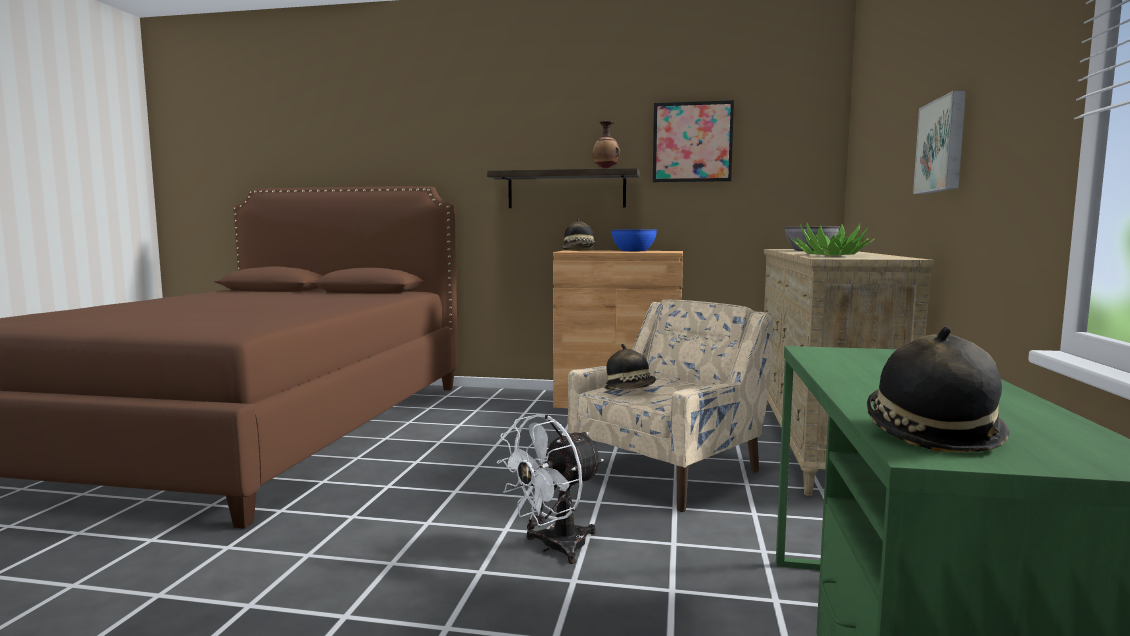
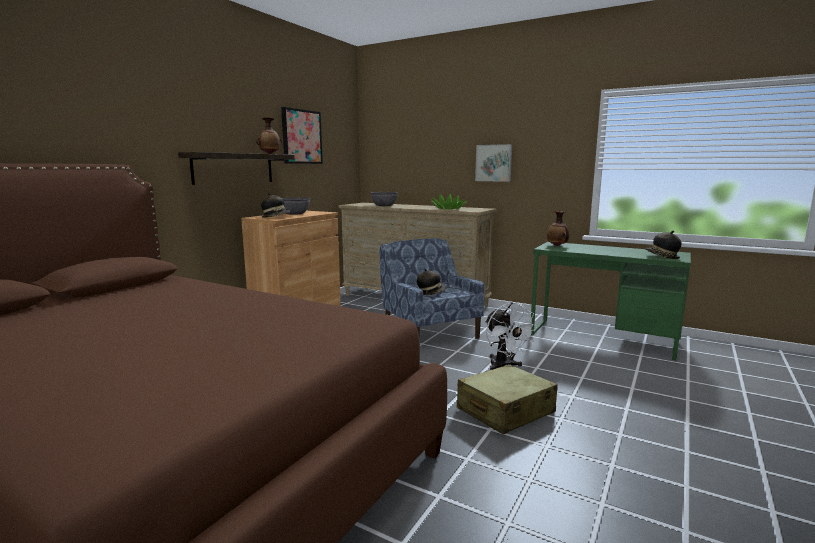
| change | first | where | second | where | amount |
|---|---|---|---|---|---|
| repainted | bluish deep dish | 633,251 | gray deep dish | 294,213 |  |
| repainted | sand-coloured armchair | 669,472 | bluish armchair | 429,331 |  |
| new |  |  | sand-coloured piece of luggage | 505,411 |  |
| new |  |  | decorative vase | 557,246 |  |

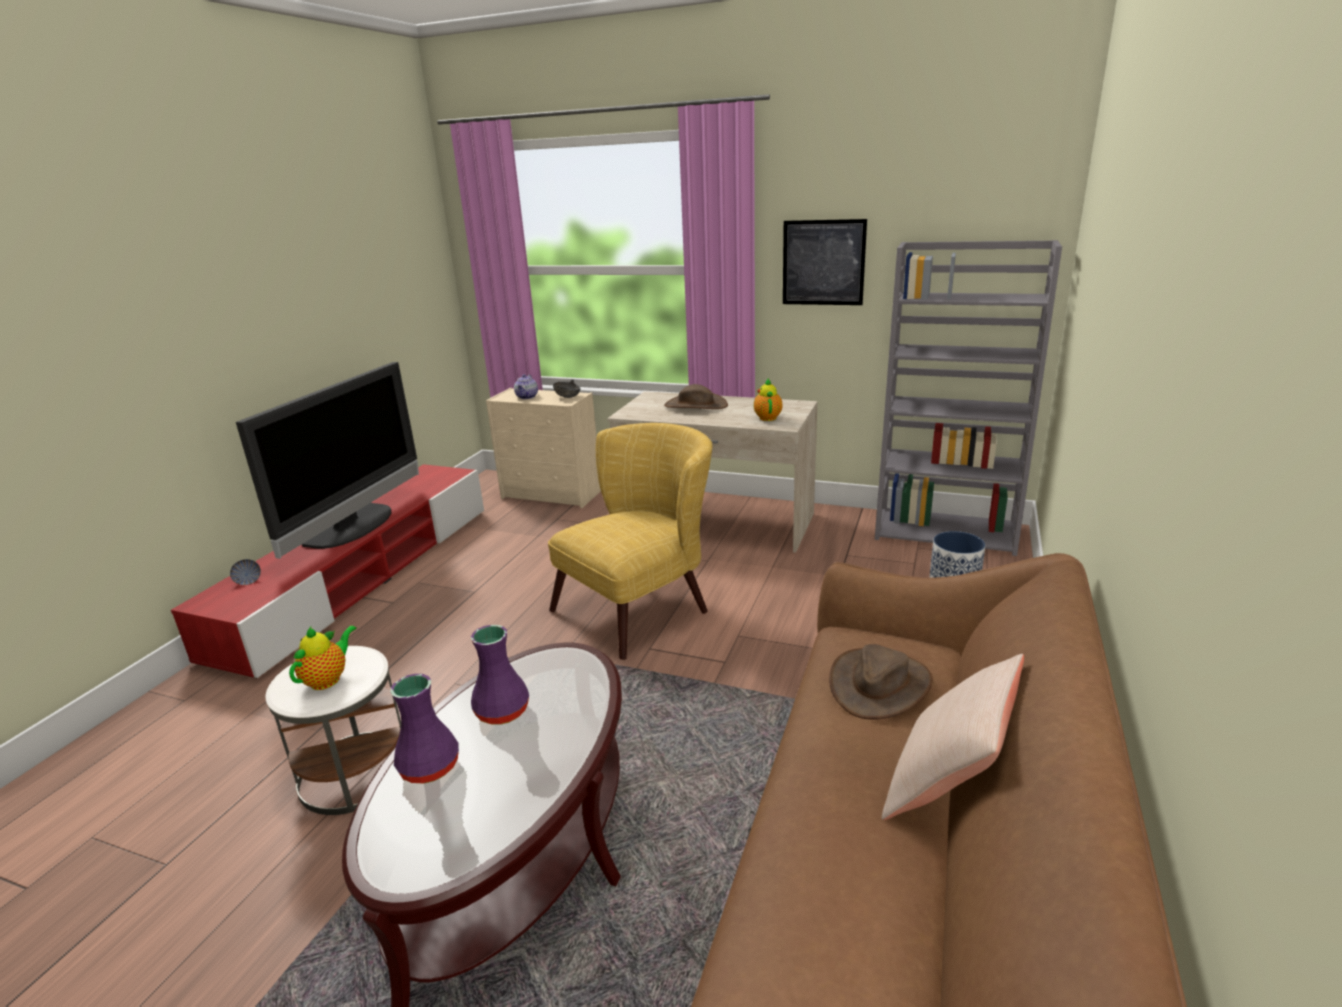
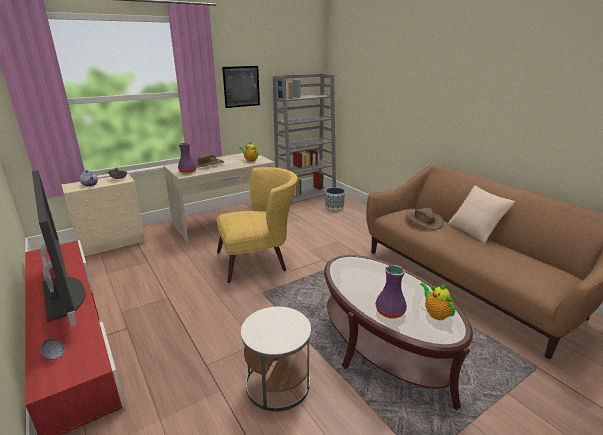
| change | first | where | second | where | amount |
|---|---|---|---|---|---|
| shifted | purplish decorative vase | 502,713 |  | 188,172 |  |
| rotated | yellow-coloured armchair | 643,606 |  | 259,260 | 75 degrees clockwise |
| shifted | tea pot | 328,679 |  | 436,313 |  |

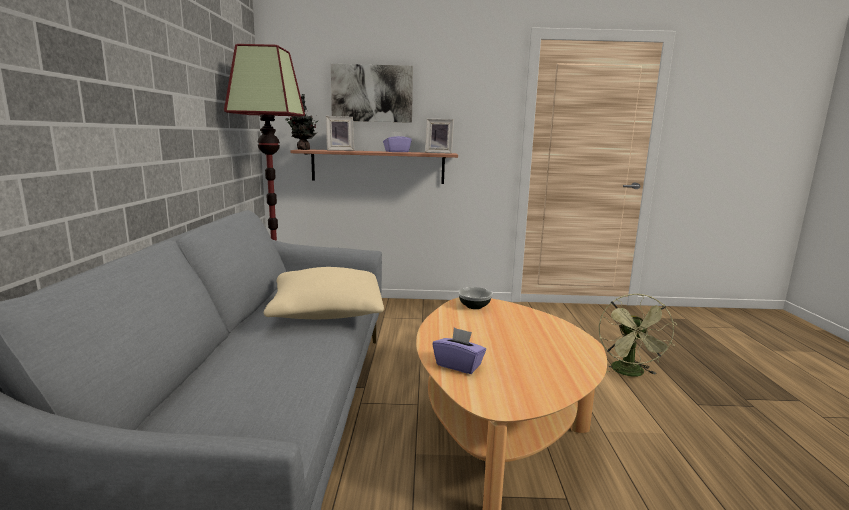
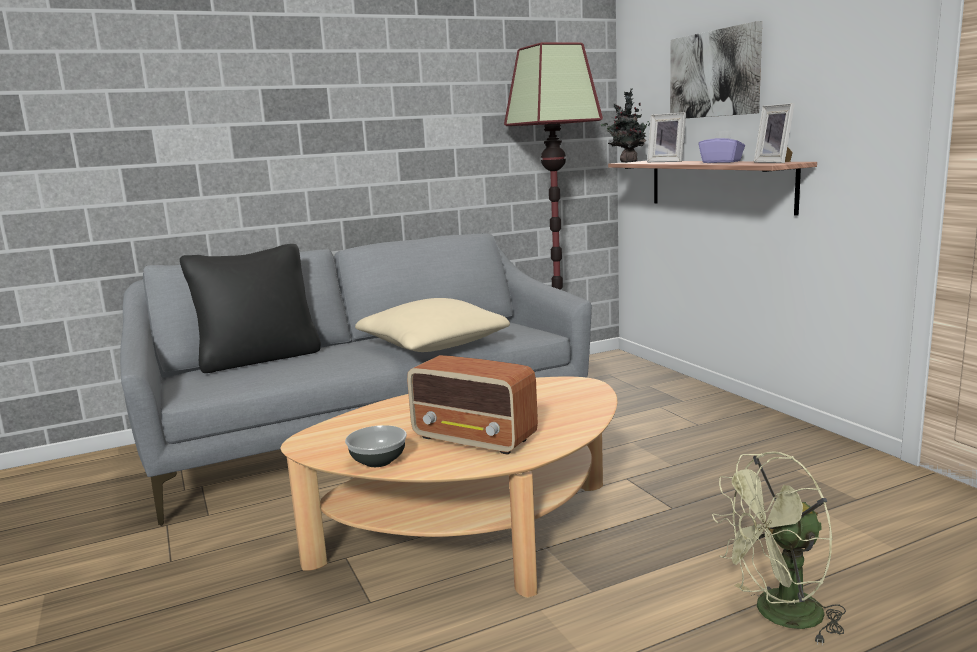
| change | first | where | second | where | amount |
|---|---|---|---|---|---|
| new |  |  | black-coloured throw pillow | 259,359 |  |
| shifted | deep dish | 474,306 |  | 378,461 |  |
| new |  |  | radio | 475,439 |  |
| gone | purplish tissue box | 458,365 |  |  |  |

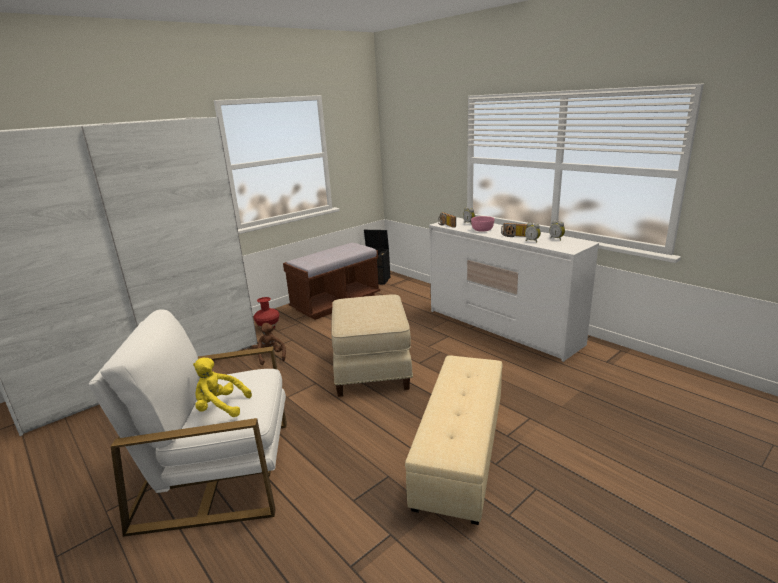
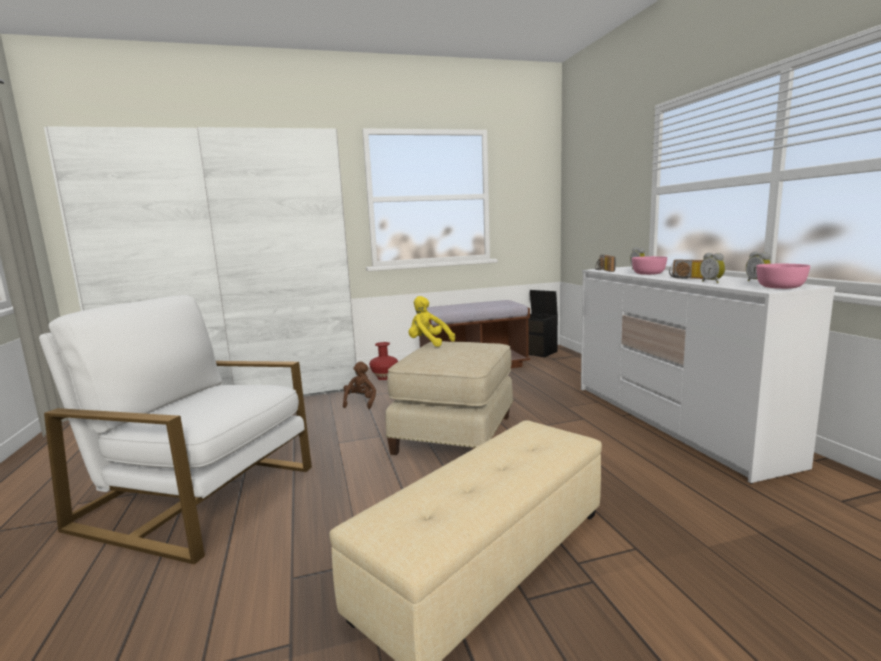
| change | first | where | second | where | amount |
|---|---|---|---|---|---|
| shifted | yellow-coloured soft toy | 220,407 |  | 428,343 |  |
| new |  |  | pinkish deep dish | 780,287 |  |

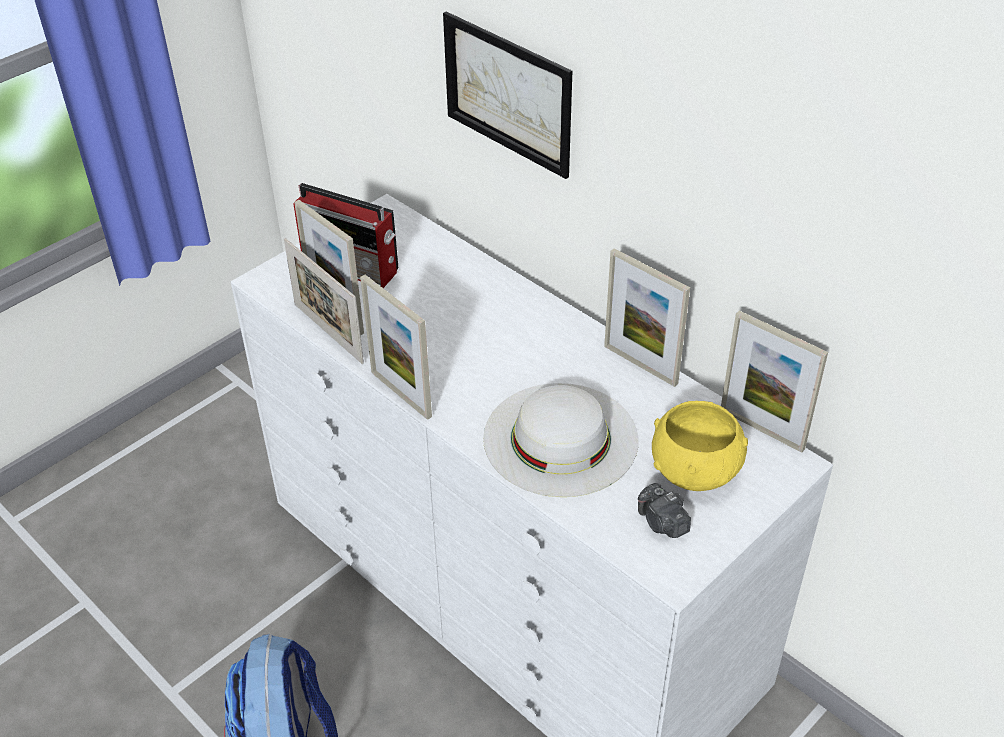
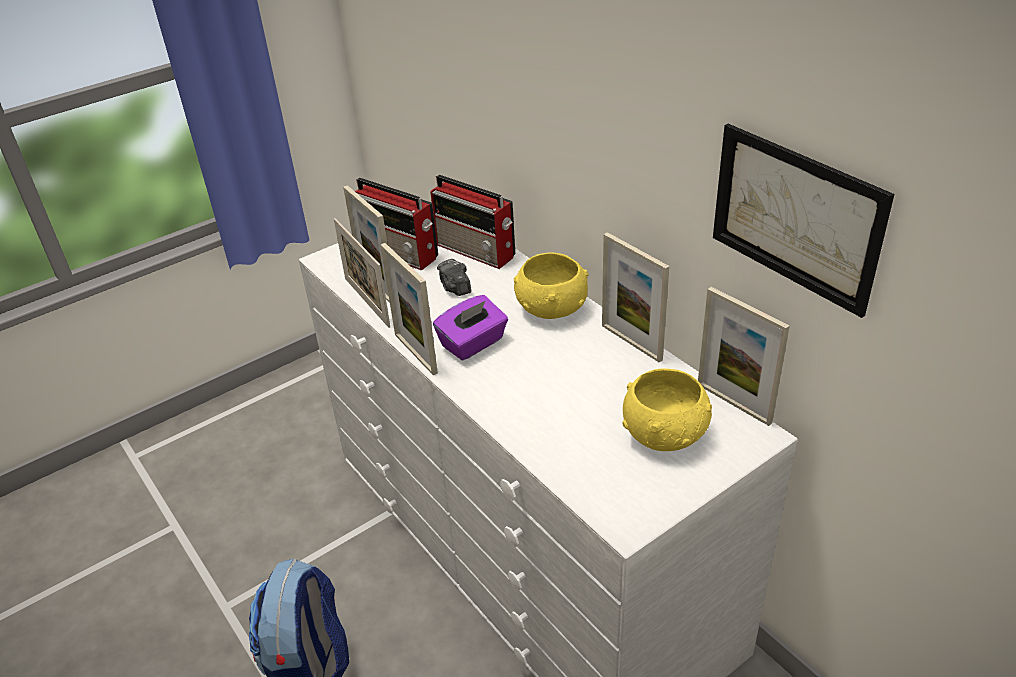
| change | first | where | second | where | amount |
|---|---|---|---|---|---|
| new |  |  | radio | 477,251 |  |
| new |  |  | purplish tissue box | 473,343 |  |
| shifted | still camera | 662,523 |  | 455,287 |  |
| new |  |  | yellow-coloured deep dish | 551,307 |  |
| shifted | wall picture | 507,93 |  | 795,217 |  |
| gone | whitish wearable hat | 560,438 |  |  |  |

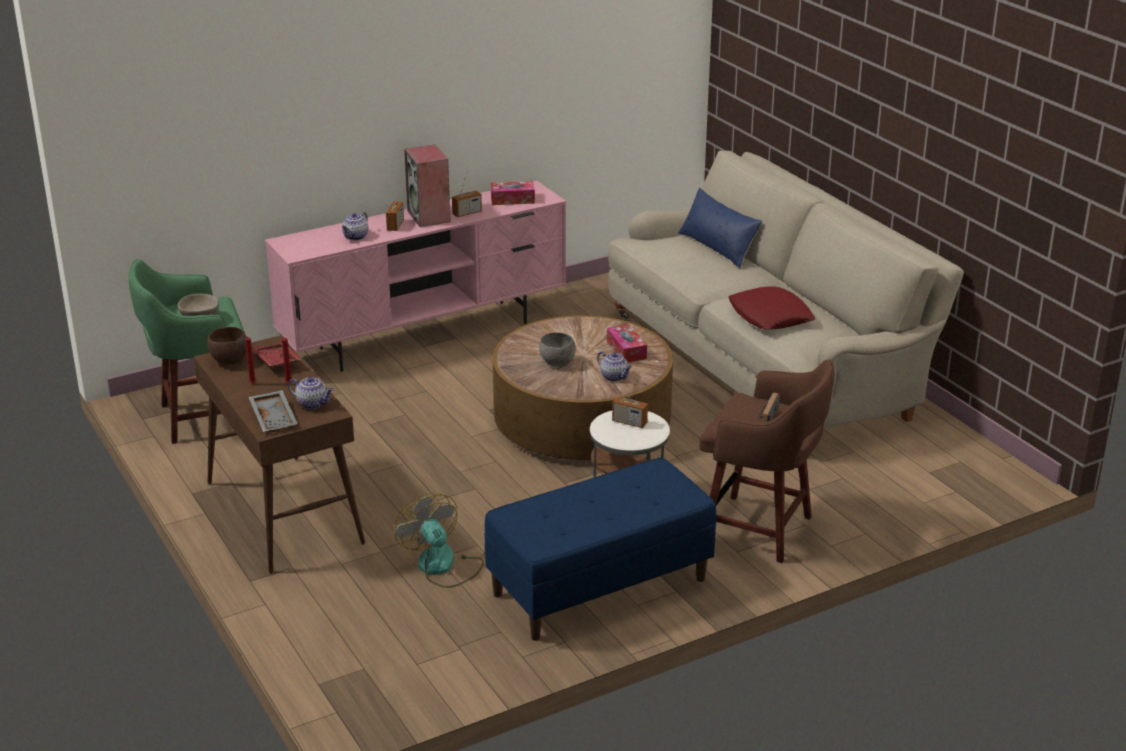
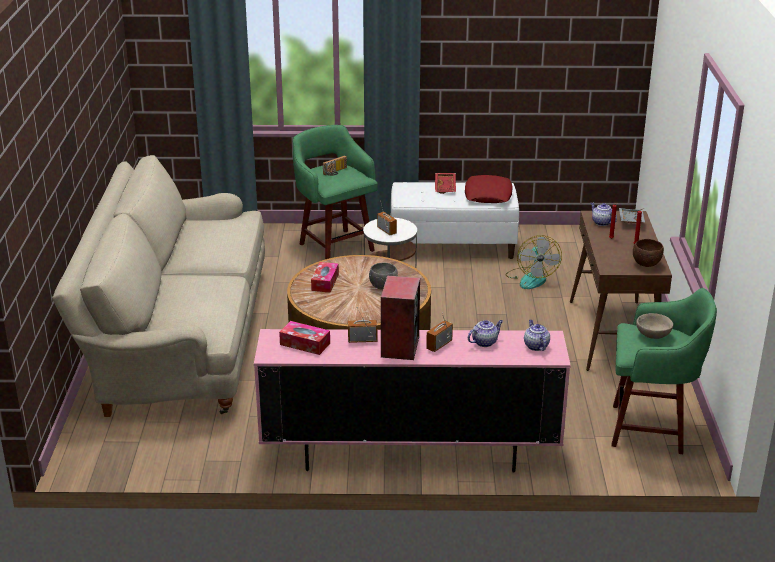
| change | first | where | second | where | amount |
|---|---|---|---|---|---|
| repainted | brown-coloured stool | 761,530 | greenish stool | 335,246 |  |
| repainted | bluish long seat | 599,587 | whitish long seat | 453,246 |  |
| shifted | reddish serving tray | 276,361 |  | 446,187 |  |
| shifted | reddish throw pillow | 770,316 |  | 488,195 |  |
| shifted | tea pot | 614,377 |  | 535,346 |  |
| gone | bluish throw pillow | 718,247 |  |  |  |

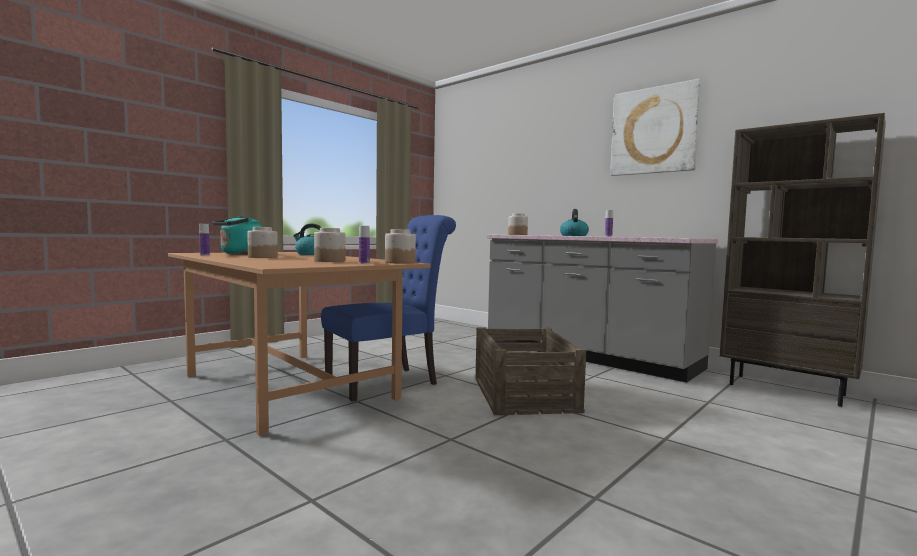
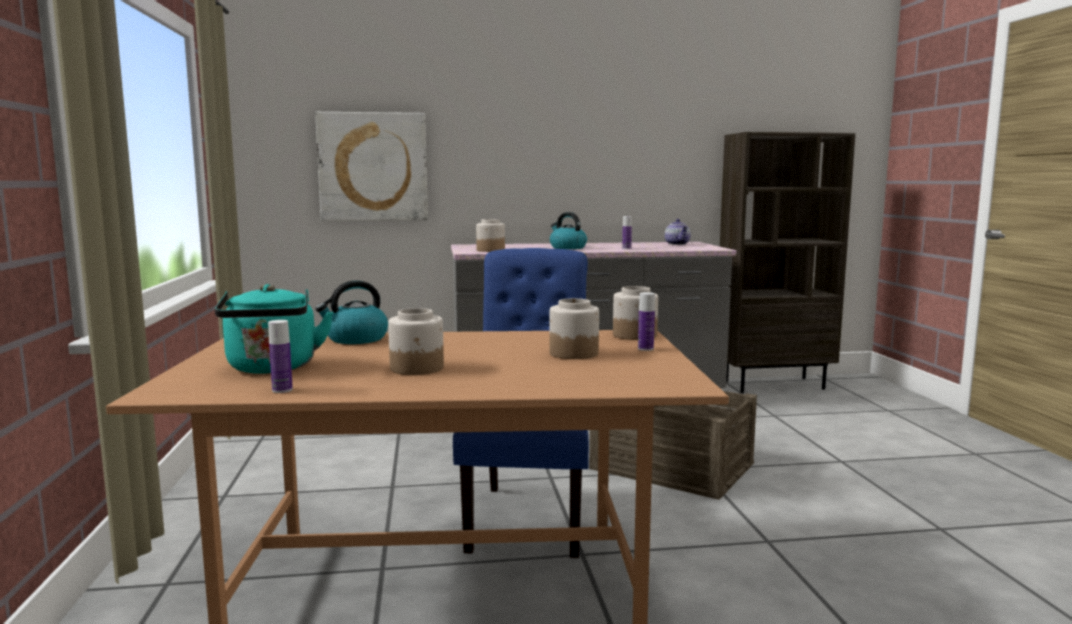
| change | first | where | second | where | amount |
|---|---|---|---|---|---|
| shifted | wall picture | 654,131 |  | 373,167 |  |
| new |  |  | tea pot | 678,244 |  |

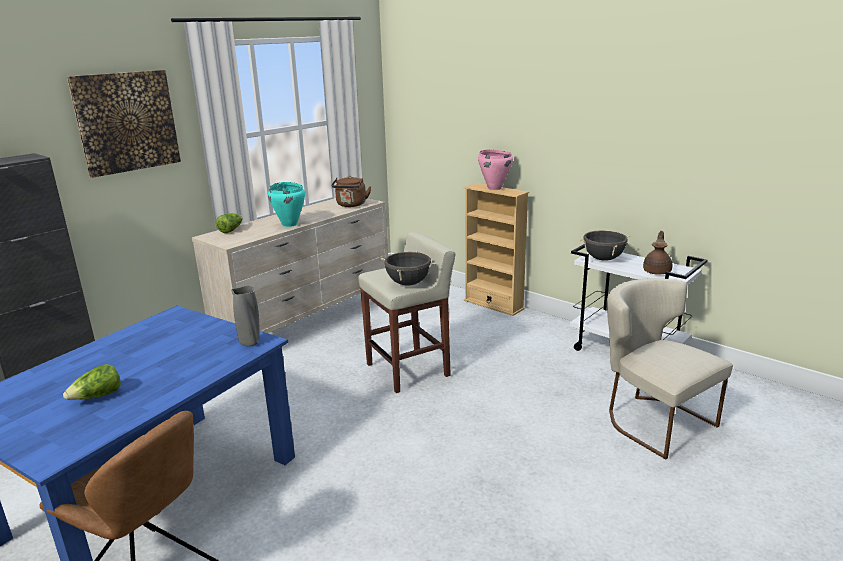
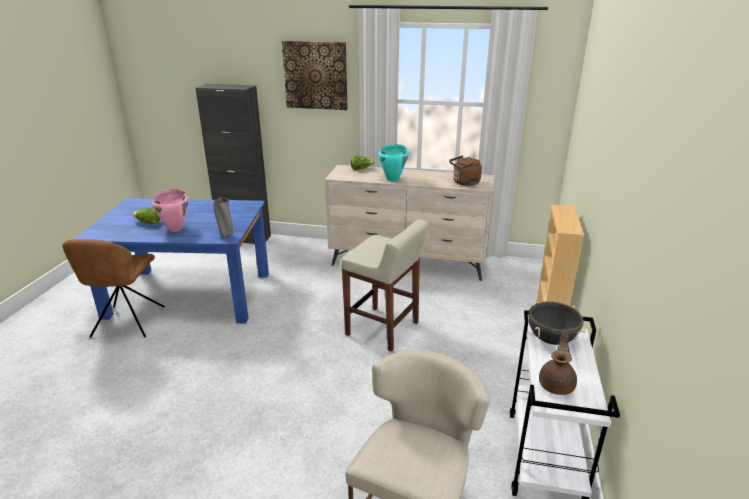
| change | first | where | second | where | amount |
|---|---|---|---|---|---|
| shifted | pinkish saucepot | 494,188 |  | 175,228 |  |
| rotated | brown-coloured tea pot | 657,271 |  | 557,384 | 60 degrees counterclockwise |
| gone | black-coloured saucepot | 408,283 |  |  |  |

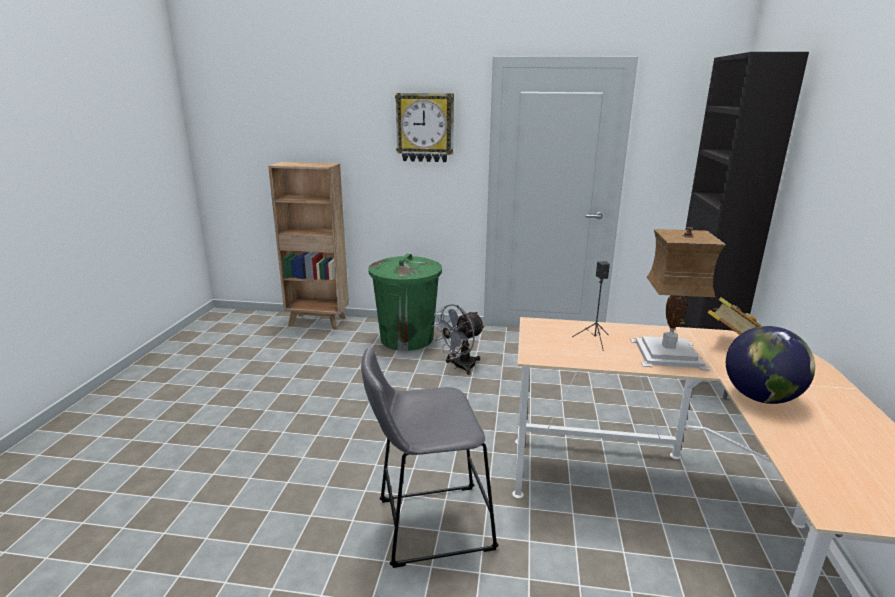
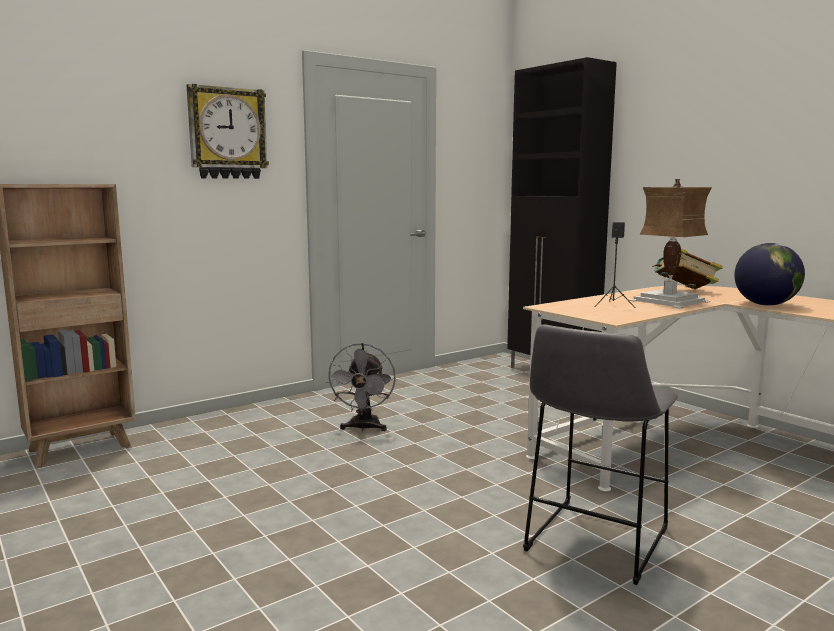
| change | first | where | second | where | amount |
|---|---|---|---|---|---|
| gone | greenish waste bin | 407,338 |  |  |  |

